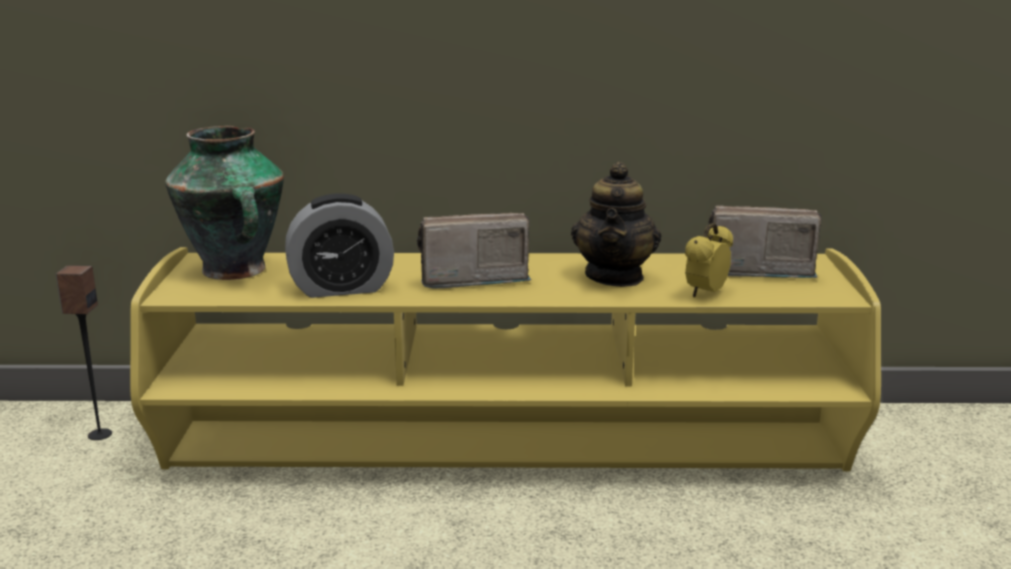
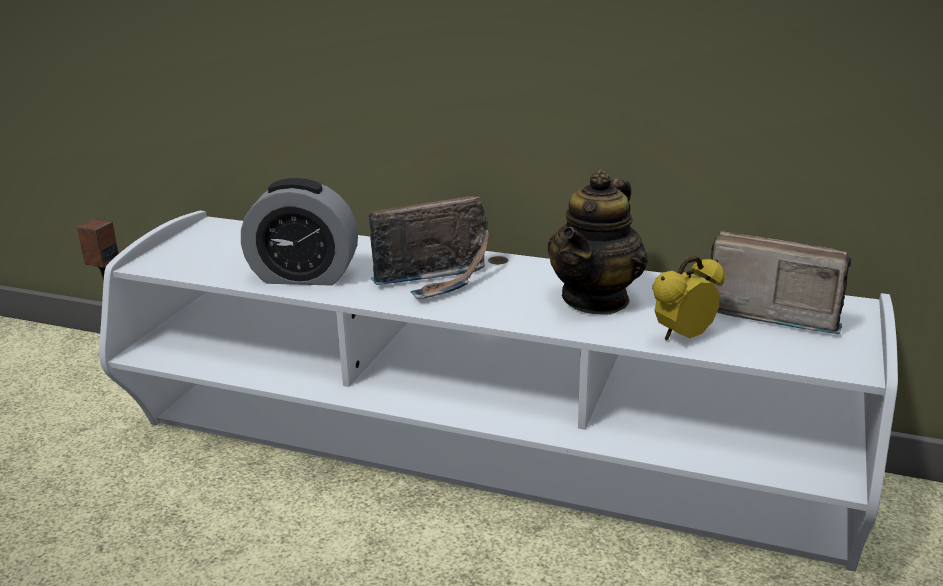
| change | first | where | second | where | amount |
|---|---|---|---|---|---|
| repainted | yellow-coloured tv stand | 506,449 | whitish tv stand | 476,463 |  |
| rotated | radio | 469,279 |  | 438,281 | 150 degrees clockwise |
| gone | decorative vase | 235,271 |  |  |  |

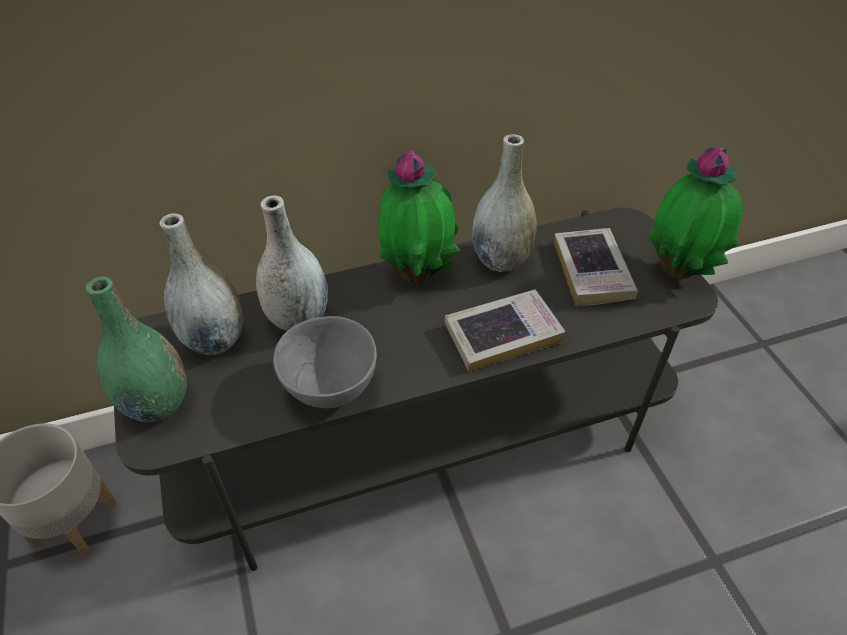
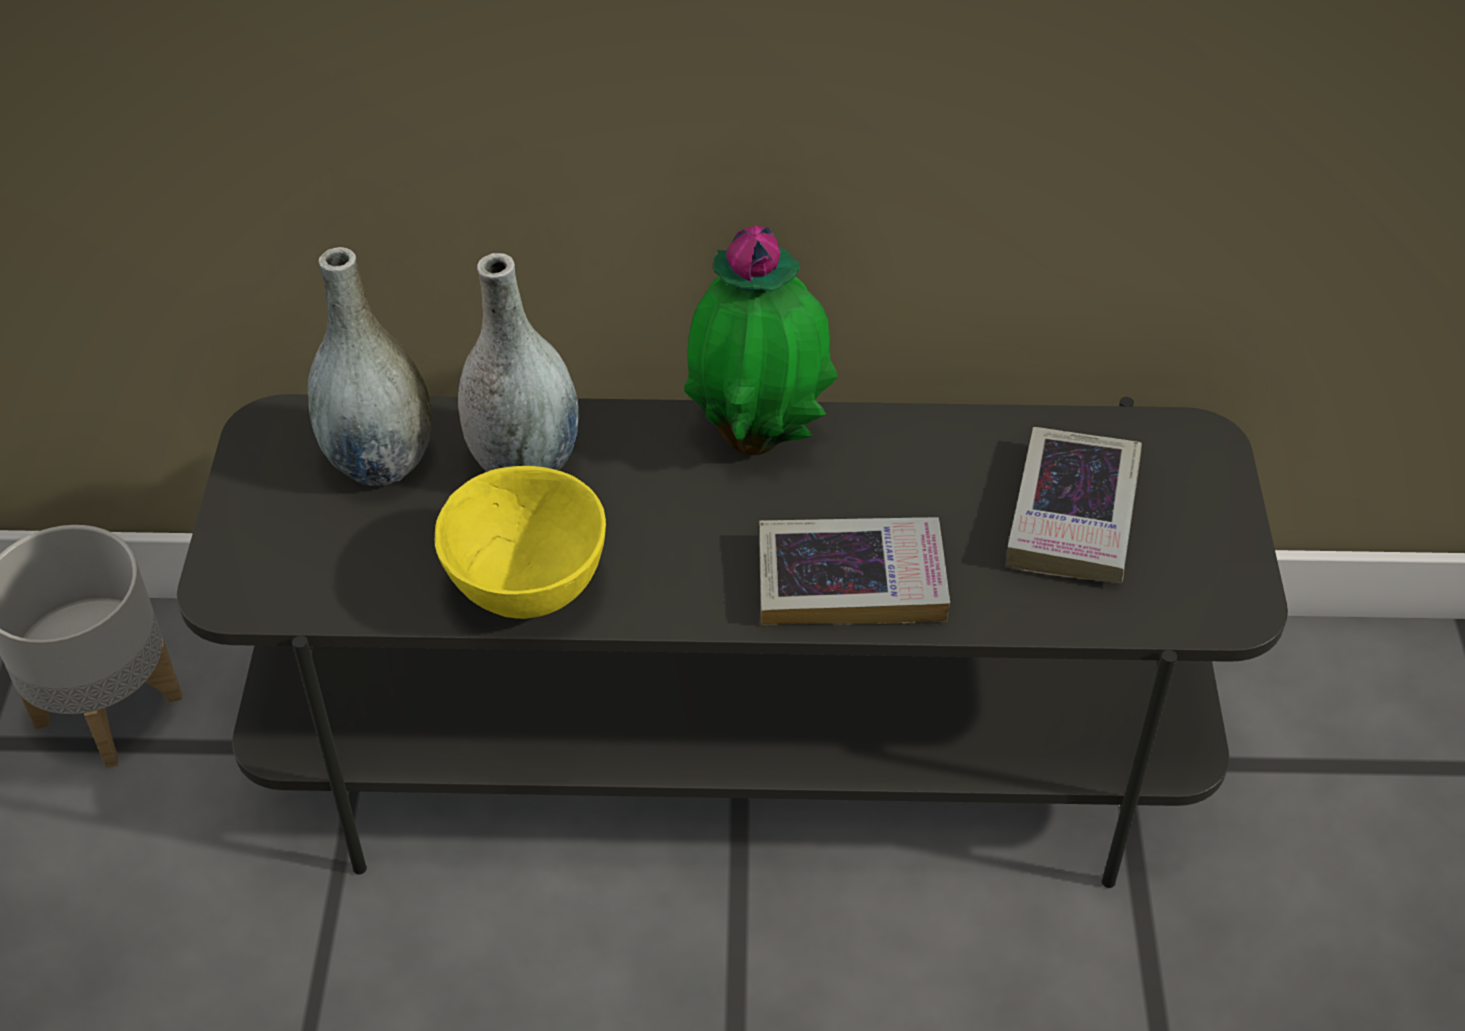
| change | first | where | second | where | amount |
|---|---|---|---|---|---|
| repainted | gray deep dish | 330,389 | yellow-coloured deep dish | 526,589 |  |
| gone | greenish decorative vase | 157,404 |  |  |  |
| gone | gray decorative vase | 500,260 |  |  |  |
| gone | potted plant | 679,270 |  |  |  |

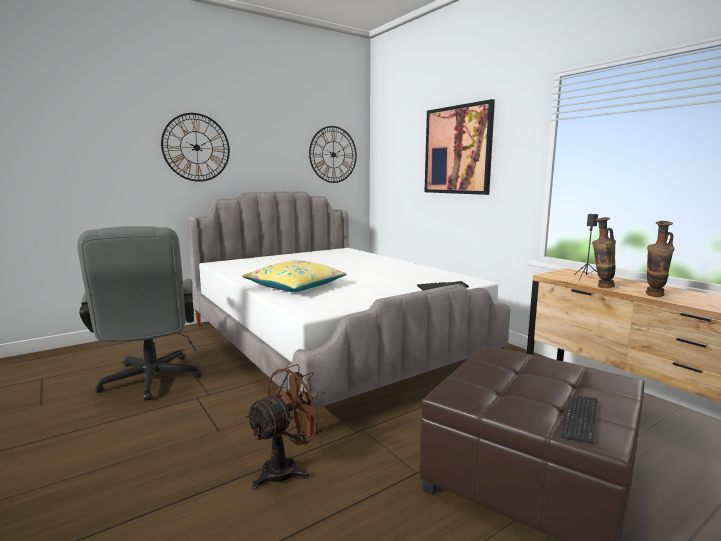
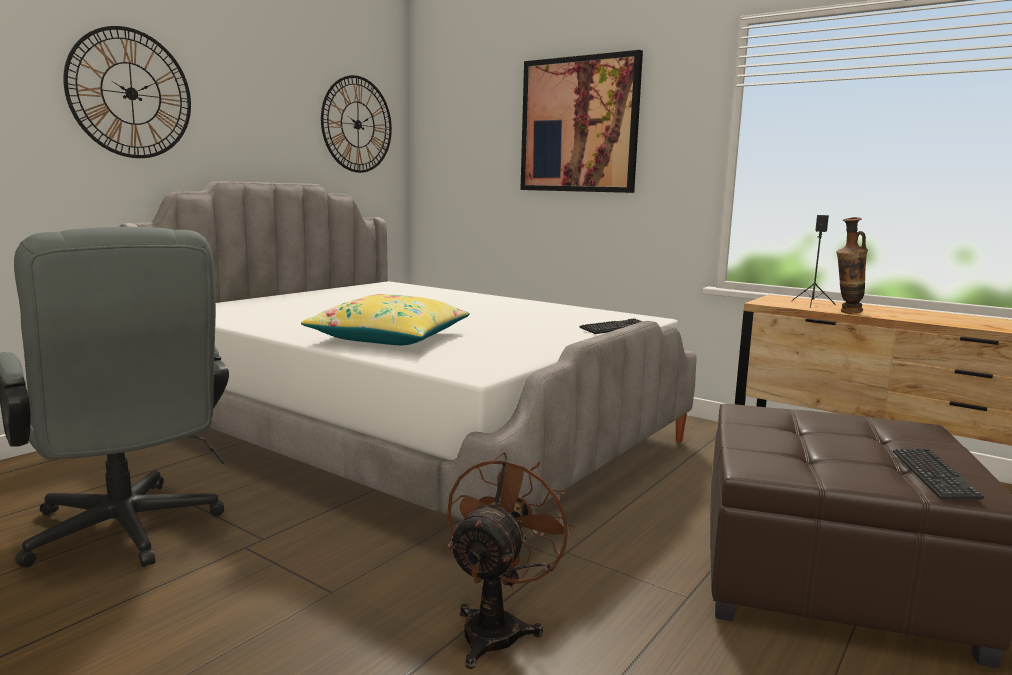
| change | first | where | second | where | amount |
|---|---|---|---|---|---|
| gone | decorative vase | 654,296 |  |  |  |

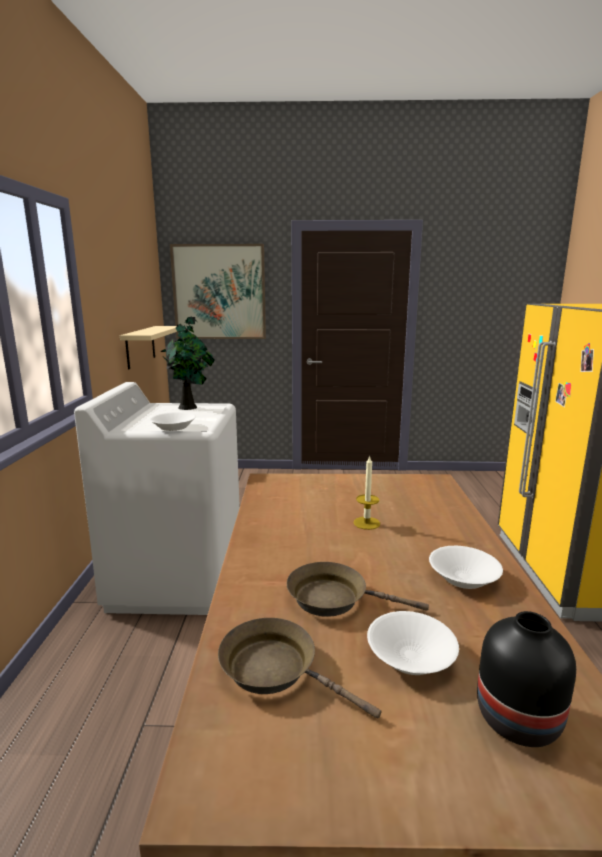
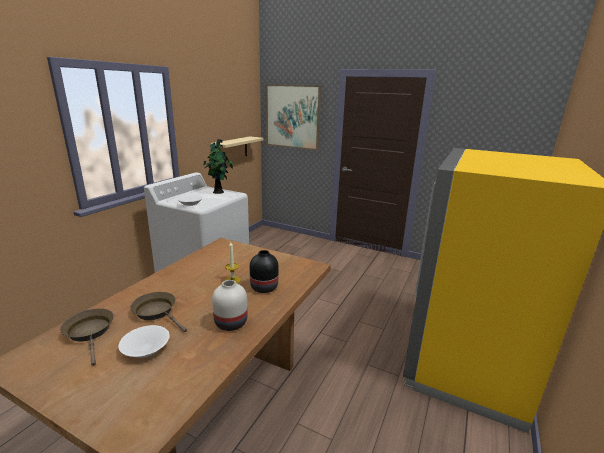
| change | first | where | second | where | amount |
|---|---|---|---|---|---|
| swapped | whitish deep dish | 464,577 | whitish decorative vase | 231,323 |  |
| shifted | black-coloured decorative vase | 520,719 |  | 265,288 |  |

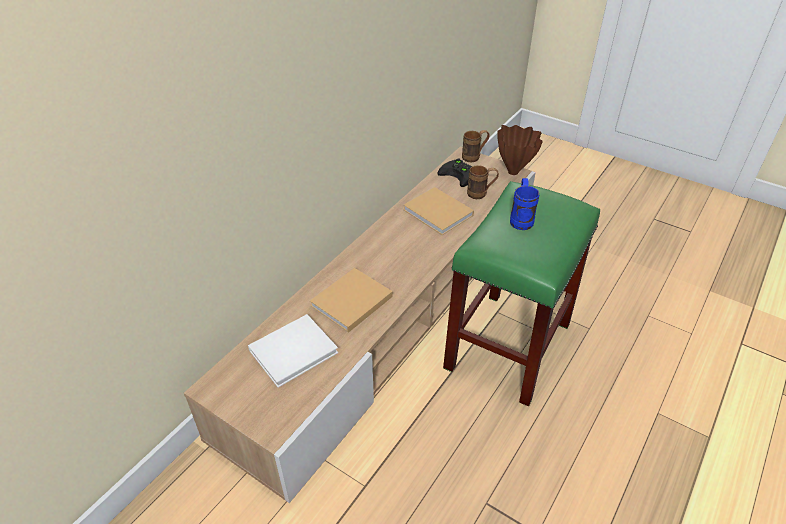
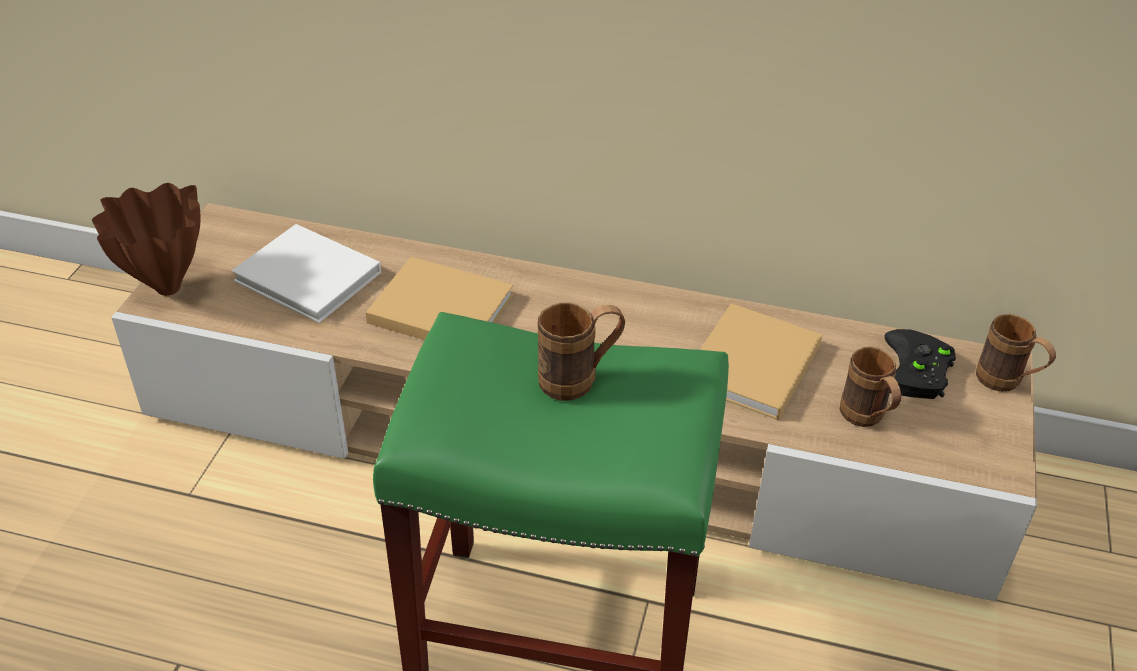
| change | first | where | second | where | amount |
|---|---|---|---|---|---|
| shifted | brown-coloured decorative vase | 513,172 |  | 166,289 |  |
| repainted | bluish mug | 521,218 | brown-coloured mug | 579,380 |  |

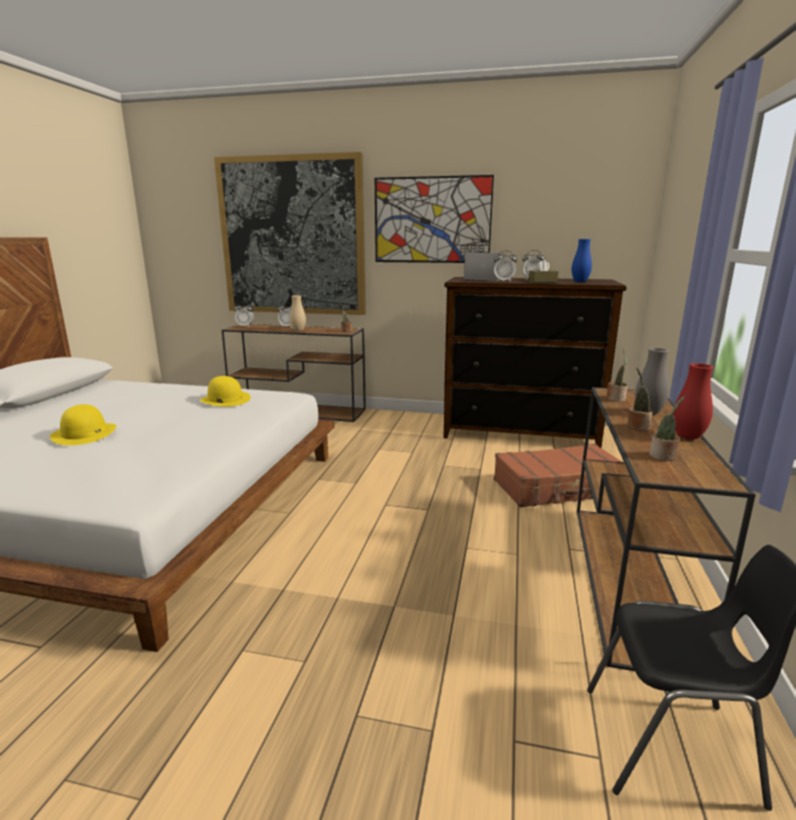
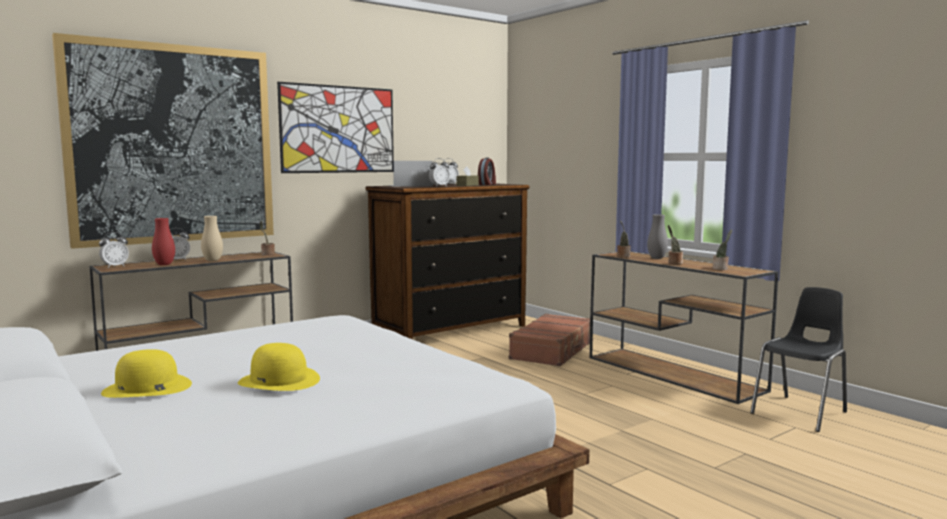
| change | first | where | second | where | amount |
|---|---|---|---|---|---|
| shifted | yellow-coloured wearable hat | 225,399 |  | 147,388 |  |
| shifted | reddish decorative vase | 687,437 |  | 164,264 |  |
| swapped | bluish decorative vase | 580,282 | table clock | 487,184 |  |

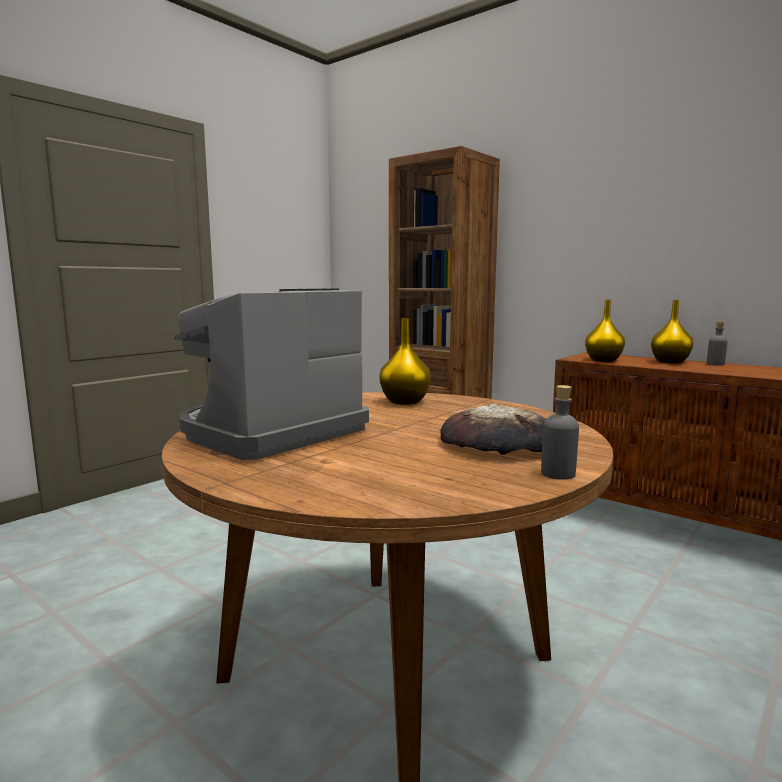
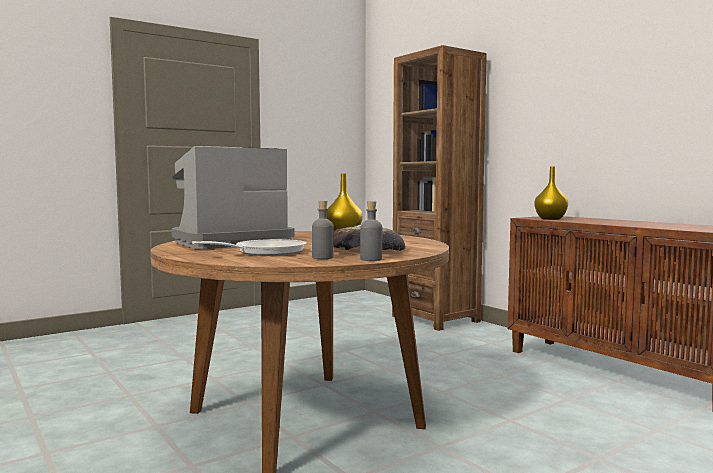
| change | first | where | second | where | amount |
|---|---|---|---|---|---|
| new |  |  | pan | 264,252 |  |
| shifted | gray beverage bottle | 715,364 |  | 322,257 |  |
| gone | yellow-coloured decorative vase | 670,362 |  |  |  |

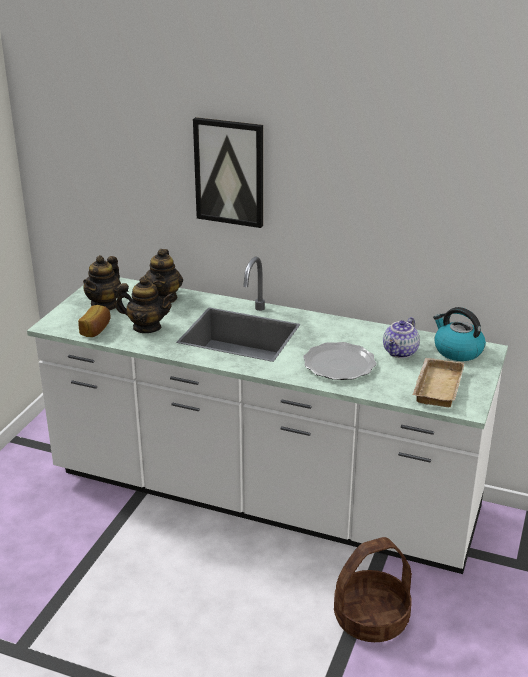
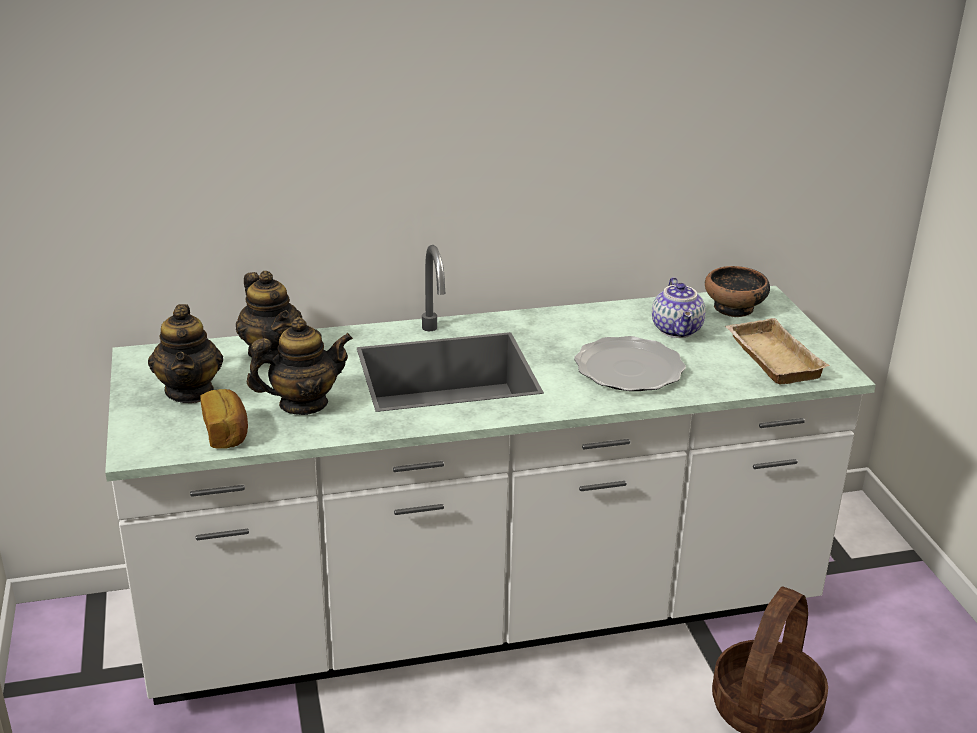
| change | first | where | second | where | amount |
|---|---|---|---|---|---|
| swapped | water kettle | 457,351 | deep dish | 734,308 |  |
| gone | wall picture | 229,172 |  |  |  |

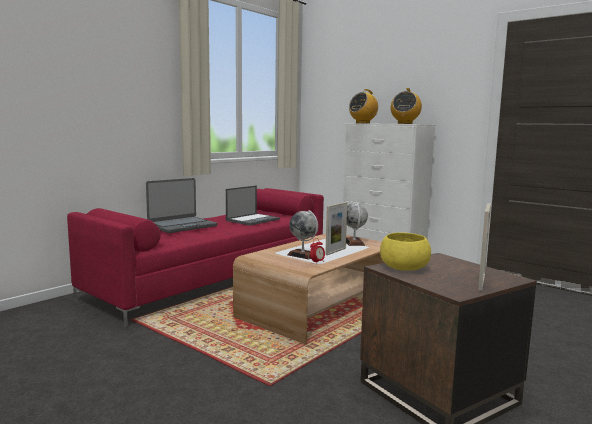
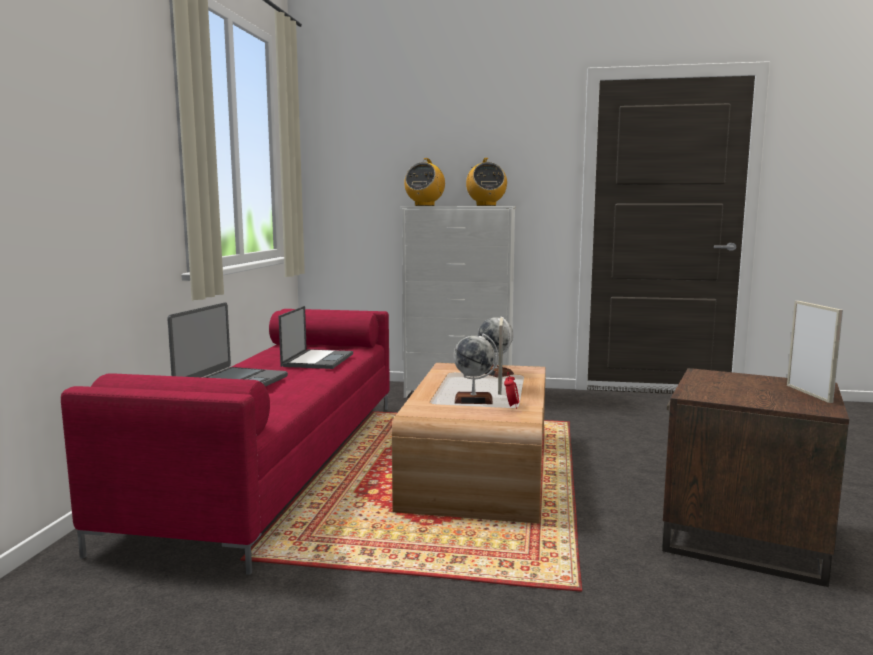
| change | first | where | second | where | amount |
|---|---|---|---|---|---|
| gone | yellow-coloured deep dish | 403,268 |  |  |  |

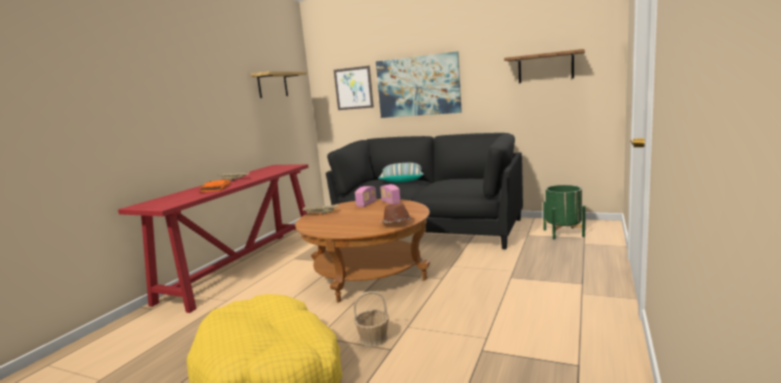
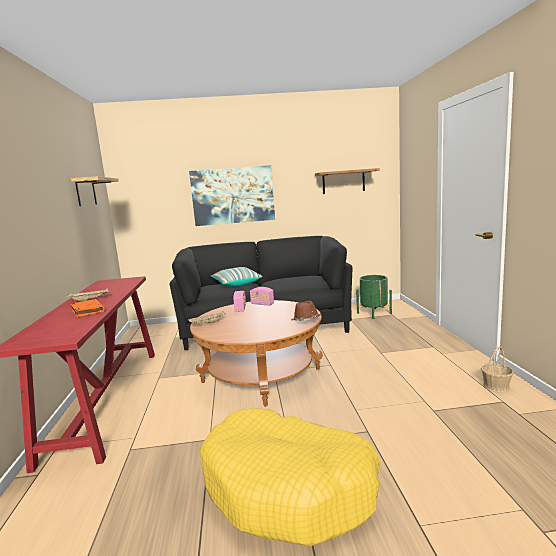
| change | first | where | second | where | amount |
|---|---|---|---|---|---|
| shifted | storage basket | 374,338 |  | 496,386 |  |
| gone | wall picture | 353,88 |  |  |  |

